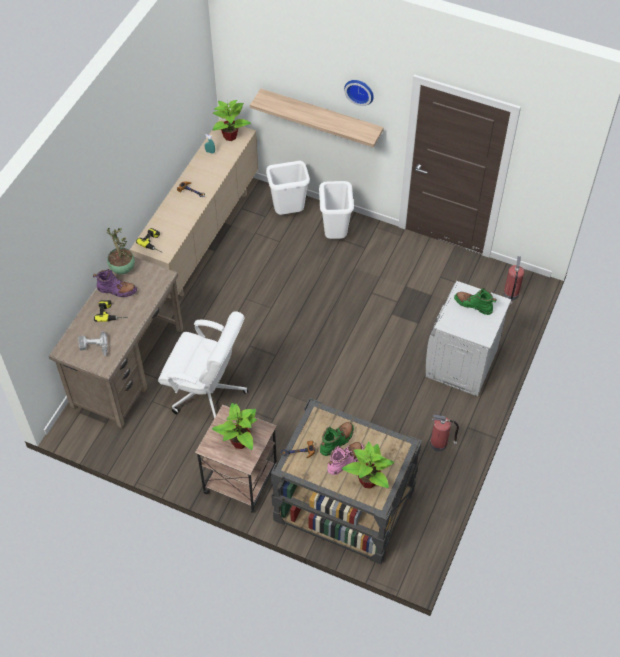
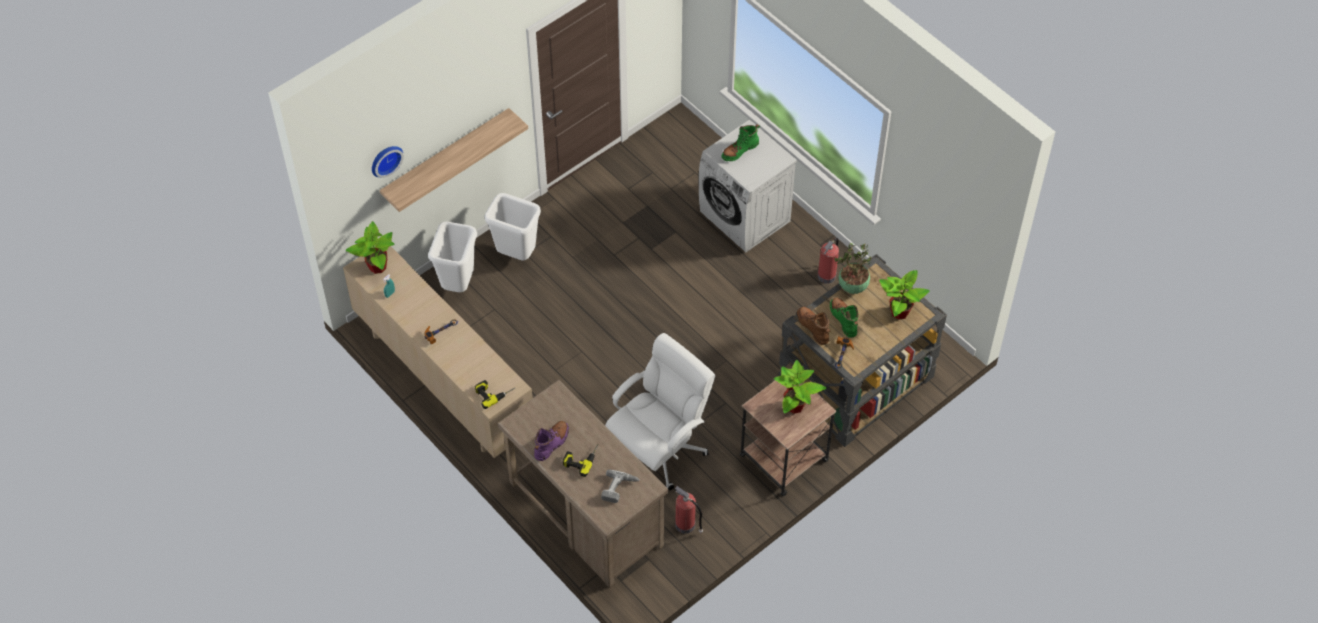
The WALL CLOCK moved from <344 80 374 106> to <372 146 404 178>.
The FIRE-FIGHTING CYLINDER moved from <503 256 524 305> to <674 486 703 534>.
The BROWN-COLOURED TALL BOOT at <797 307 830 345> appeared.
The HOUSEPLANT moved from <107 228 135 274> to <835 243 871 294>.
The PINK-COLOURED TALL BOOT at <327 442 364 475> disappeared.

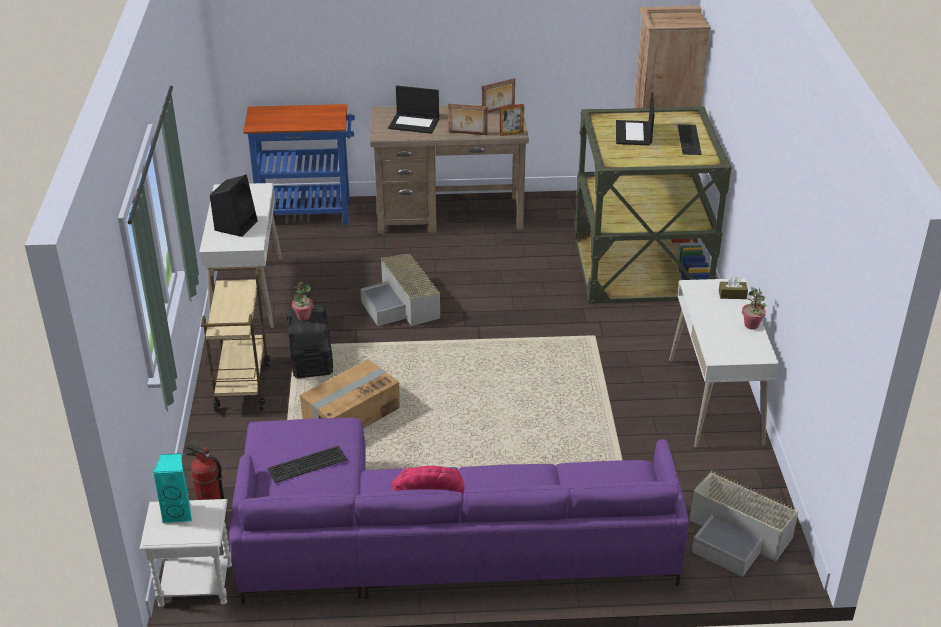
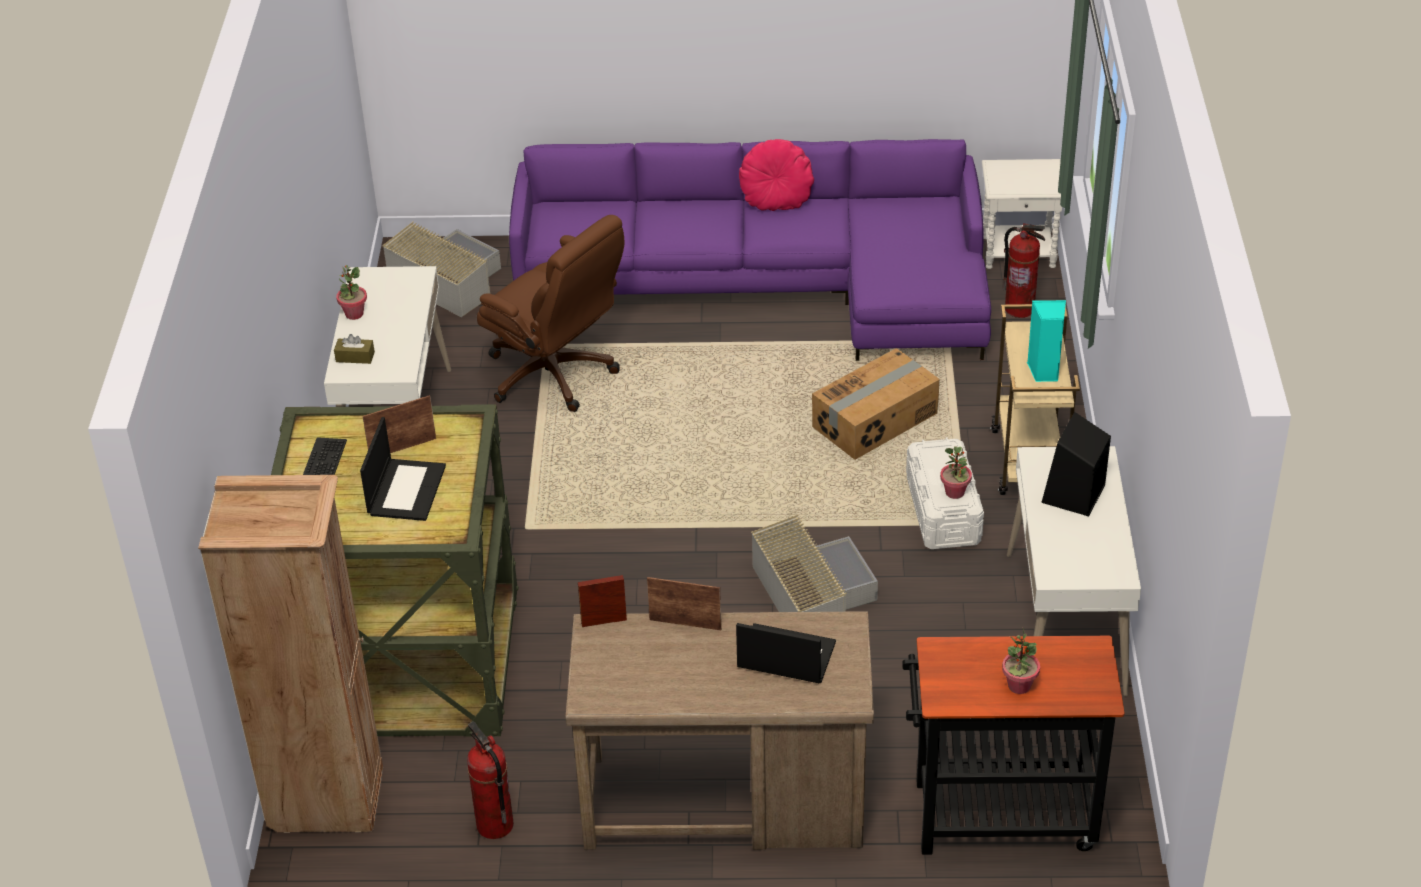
The PHOTO FRAME moved from <482 78 515 113> to <363 395 436 453>.
The FIRE-FIGHTING CYLINDER at <467 721 514 839> appeared.
The BROWN-COLOURED DESK CHAIR at <477 215 624 412> appeared.
The BLUE-COLOURED CART at <243 104 355 225> became the BLACK-COLOURED CART at <902 636 1125 855>.
The BLACK-COLOURED STORAGE CONTAINER at <286 304 333 378> became the WHITE STORAGE CONTAINER at <906 437 984 549>.
The HOUSEPLANT at <1002 628 1040 694> appeared.
The TURQUOISE-COLOURED LOUDSPEAKER moved from <153 453 192 523> to <1027 300 1066 382>.
The KEYBOARD at <267 446 347 483> disappeared.

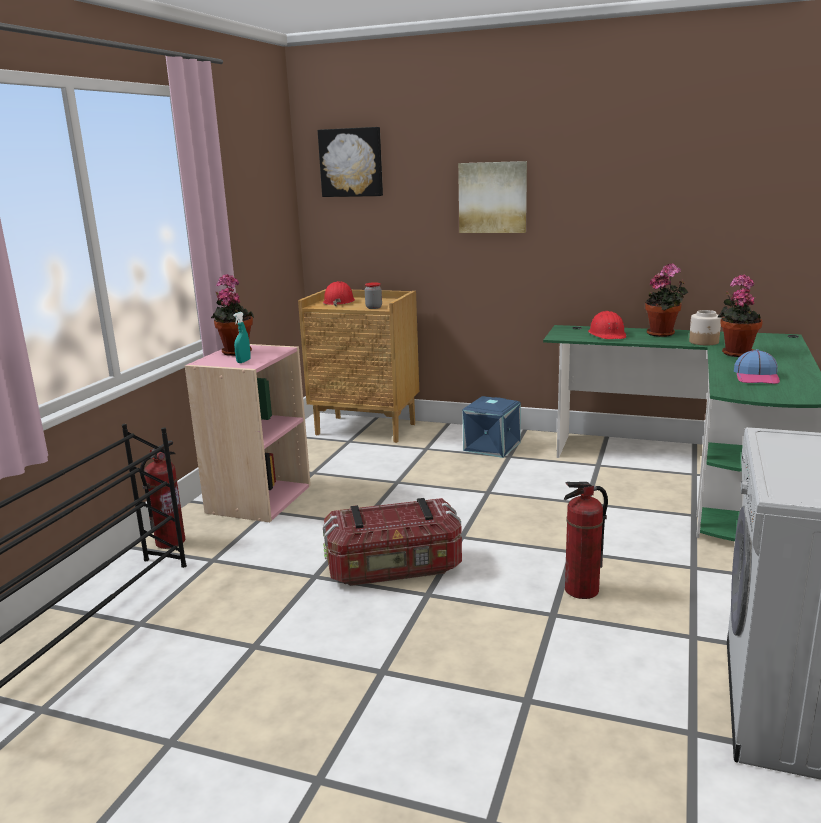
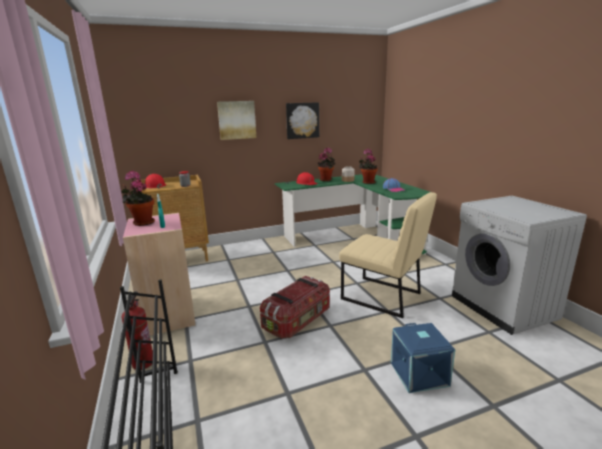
The WALL ART moved from <318 127 383 197> to <286 102 319 139>.
The FIRE-FIGHTING CYLINDER at <564 482 608 599> was replaced by the BEIGE-COLOURED PLAIN CHAIR at <339 192 437 318>.
The BLUE-COLOURED STORAGE CONTAINER moved from <462 396 521 458> to <391 323 455 393>.

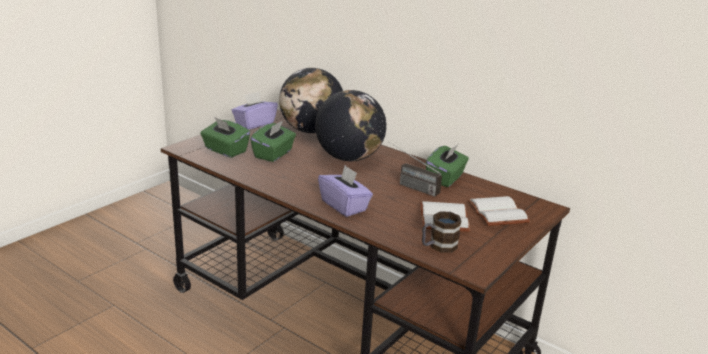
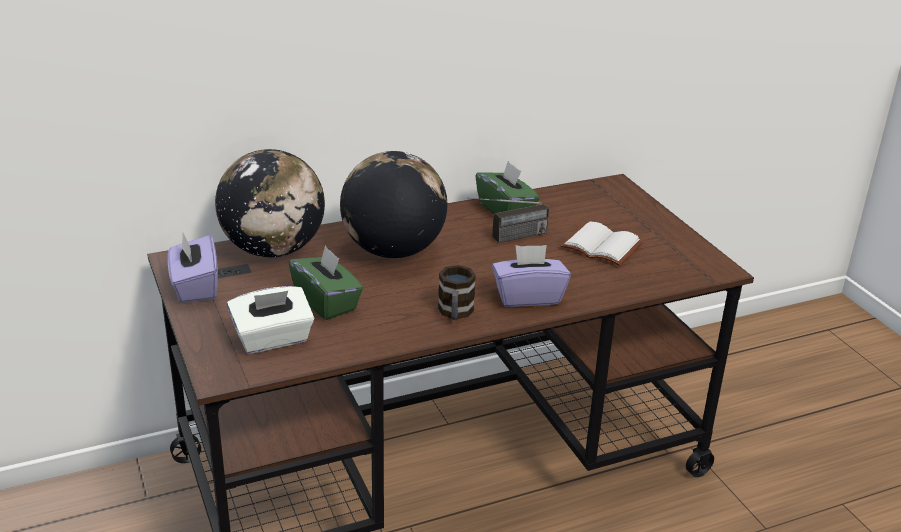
The GREEN-COLOURED BOX OF TISSUES at <200 117 250 158> became the WHITE BOX OF TISSUES at <227 286 314 354>.
The MUG moved from <422 212 462 253> to <438 265 476 320>.
The WHITE VOLUME at <468 196 530 226> disappeared.

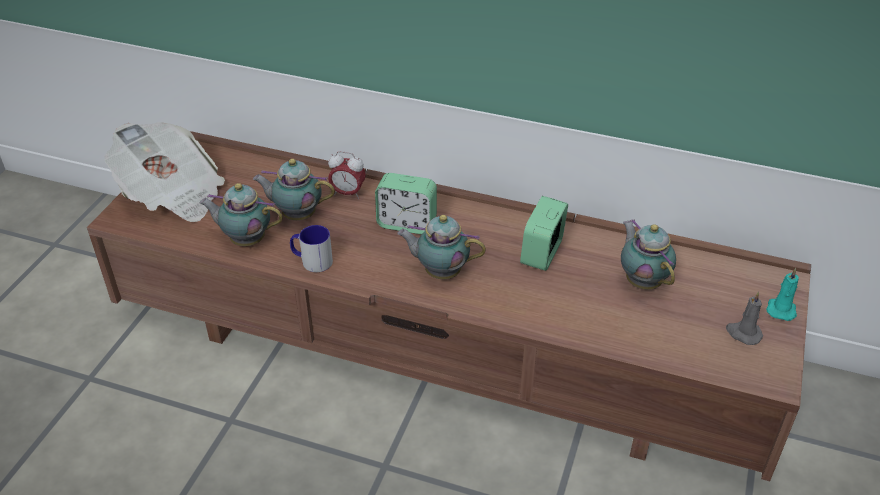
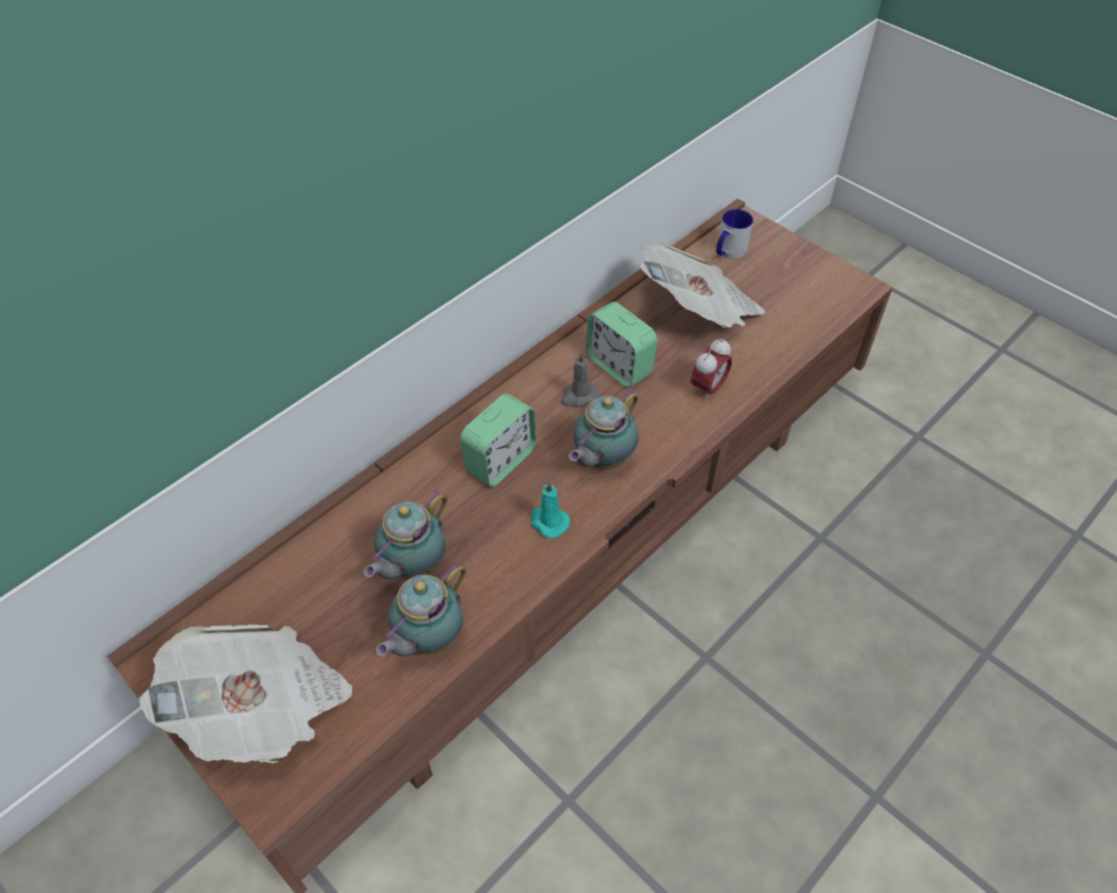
The TURQUOISE-COLOURED WAX CANDLE moved from <766 268 799 321> to <531 481 570 538>.
The GRAY WAX CANDLE moved from <726 292 763 345> to <561 352 598 408>.
The TEAPOT at <621 219 676 289> was replaced by the NEWSPAPER at <639 242 765 329>.
The BEDSIDE CLOCK moved from <328 151 366 199> to <691 338 732 402>.
The MUG moved from <290 225 333 272> to <716 209 753 259>.

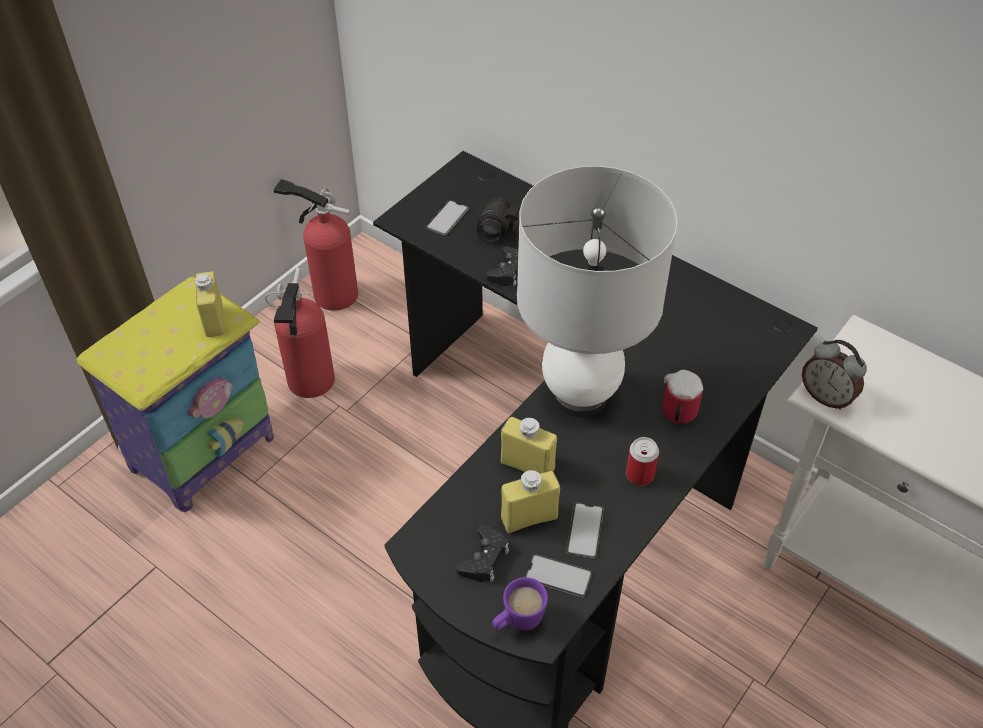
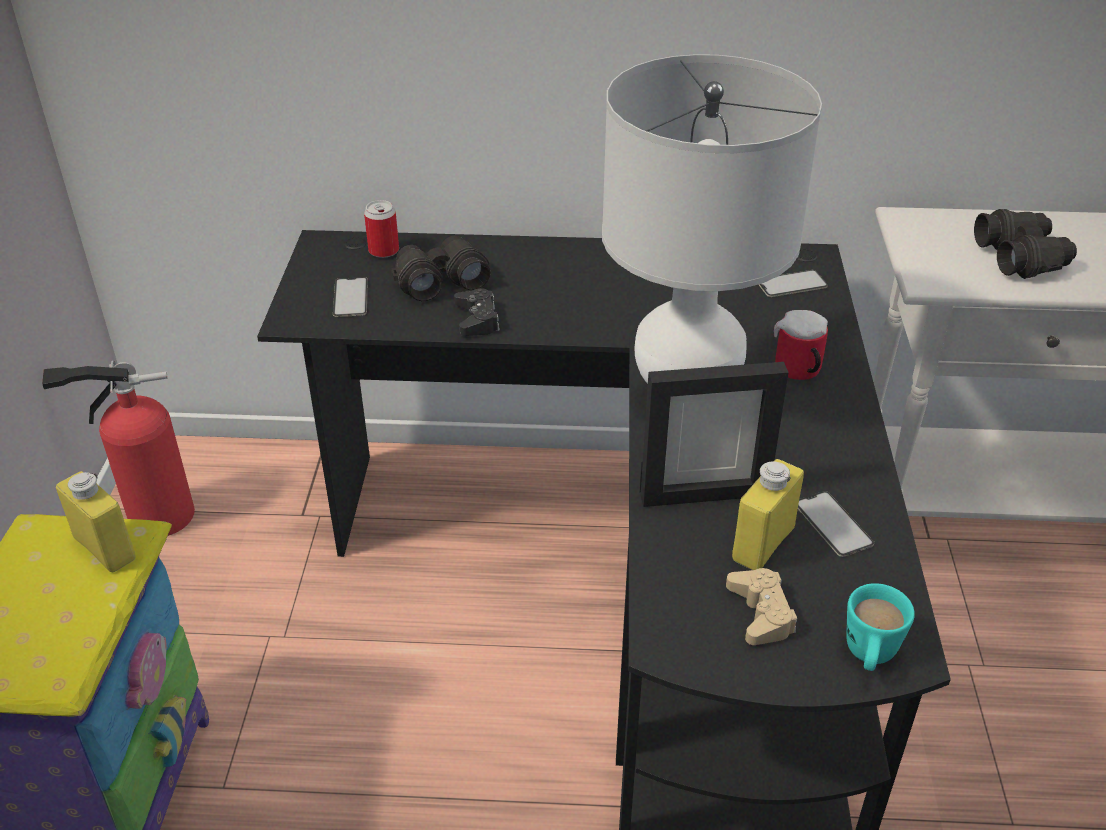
The SEALED CAN moved from <626 437 659 486> to <364 200 399 258>.
The YELLOW BEVERAGE BOTTLE at <501 416 557 474> was replaced by the PHOTO FRAME at <639 362 789 507>.
The BLACK-COLOURED GAME CONTROLLER at <456 525 509 582> became the BEIGE-COLOURED GAME CONTROLLER at <726 568 797 645>.
The HANDSET moved from <525 554 592 597> to <759 270 828 297>.
The PURPLE MUG at <492 577 548 631> became the TURQUOISE-COLOURED MUG at <846 583 915 671>.
The BLACK-COLOURED BINOCULARS at <974 209 1077 279> appeared.
The FIRE-FIGHTING CYLINDER at <265 268 335 398> disappeared.
The BEDSIDE CLOCK at <802 340 867 410> disappeared.

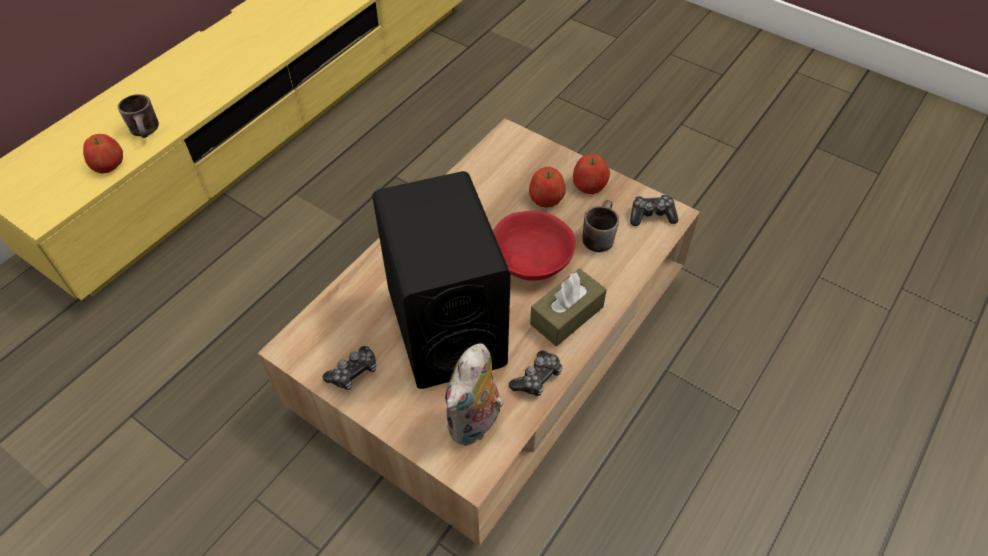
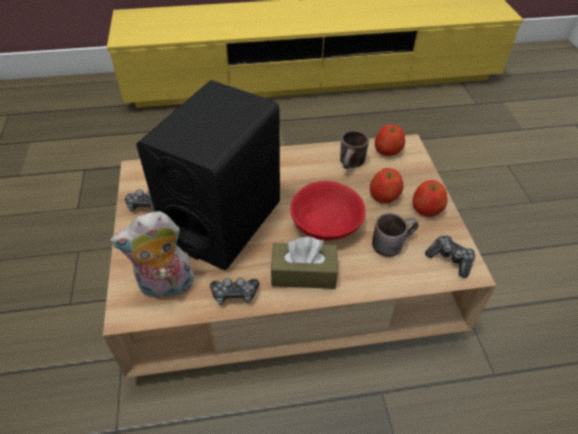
The BROWN-COLOURED MUG moved from <118 94 159 138> to <340 131 369 169>.
The APPLE moved from <83 134 123 174> to <375 124 405 156>.

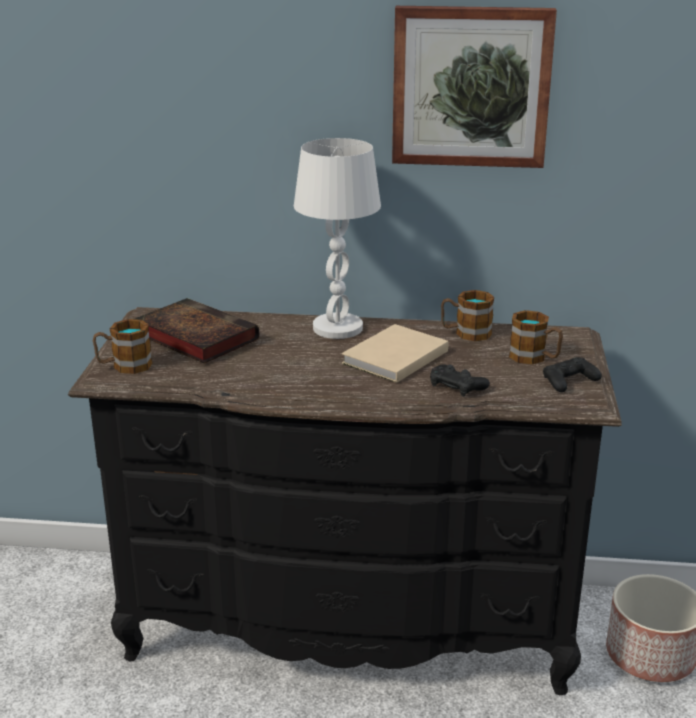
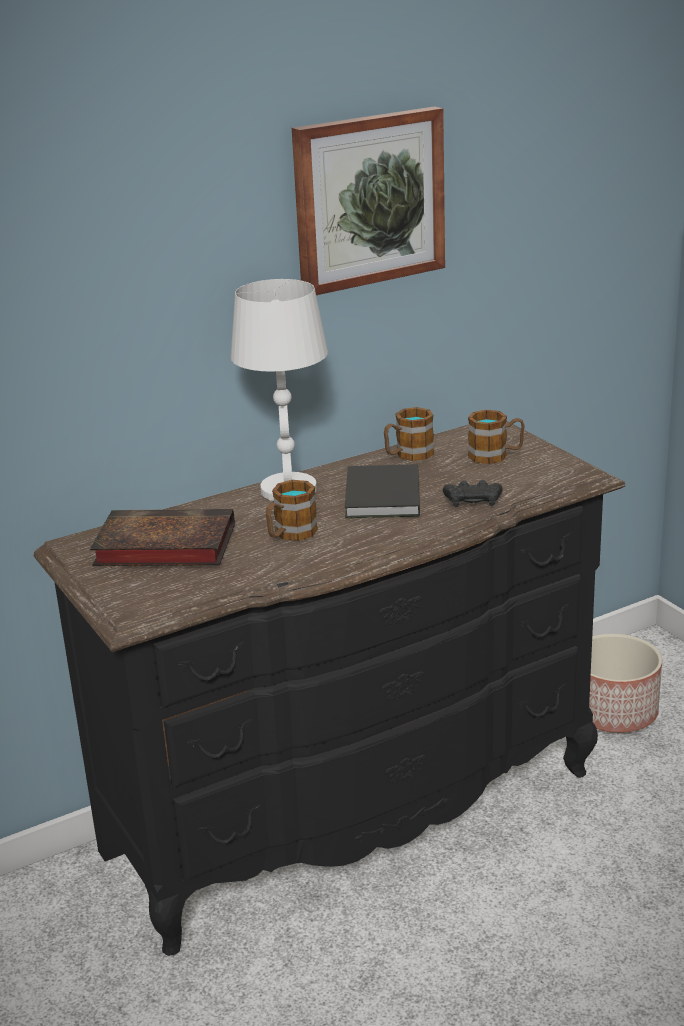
The MUG moved from <93 319 152 374> to <266 480 318 541>.
The BEIGE-COLOURED VOLUME at <342 324 448 383> became the BLACK-COLOURED VOLUME at <345 464 420 518>.
The BLACK-COLOURED GAME CONTROLLER at <543 357 602 392> disappeared.

